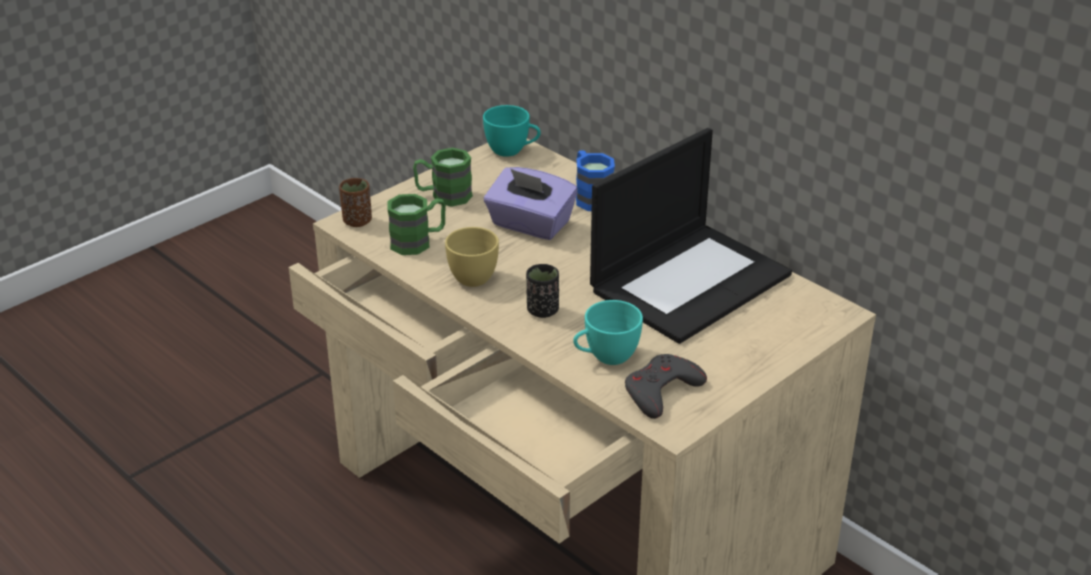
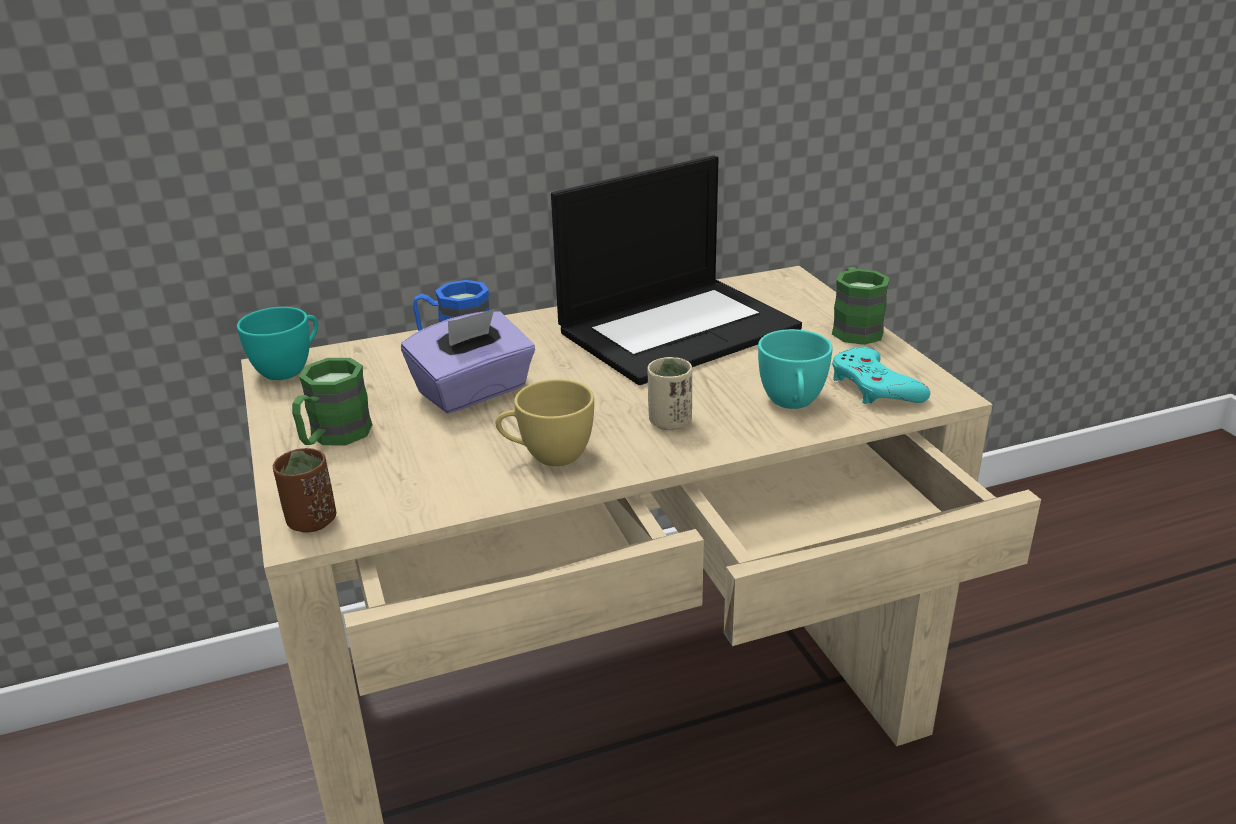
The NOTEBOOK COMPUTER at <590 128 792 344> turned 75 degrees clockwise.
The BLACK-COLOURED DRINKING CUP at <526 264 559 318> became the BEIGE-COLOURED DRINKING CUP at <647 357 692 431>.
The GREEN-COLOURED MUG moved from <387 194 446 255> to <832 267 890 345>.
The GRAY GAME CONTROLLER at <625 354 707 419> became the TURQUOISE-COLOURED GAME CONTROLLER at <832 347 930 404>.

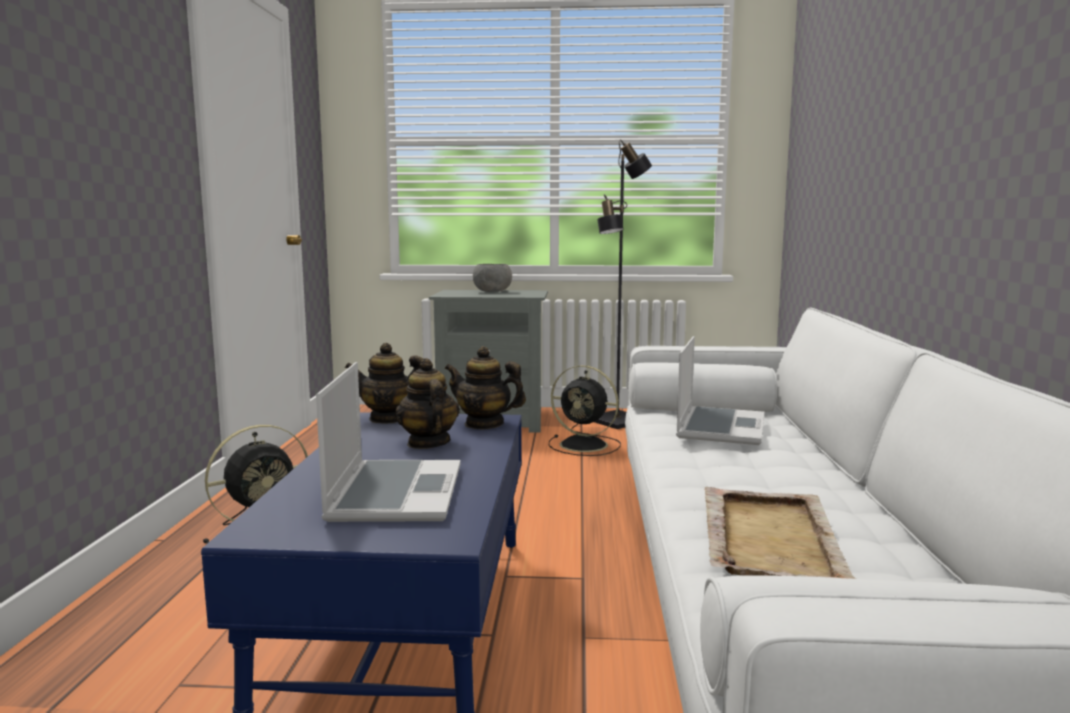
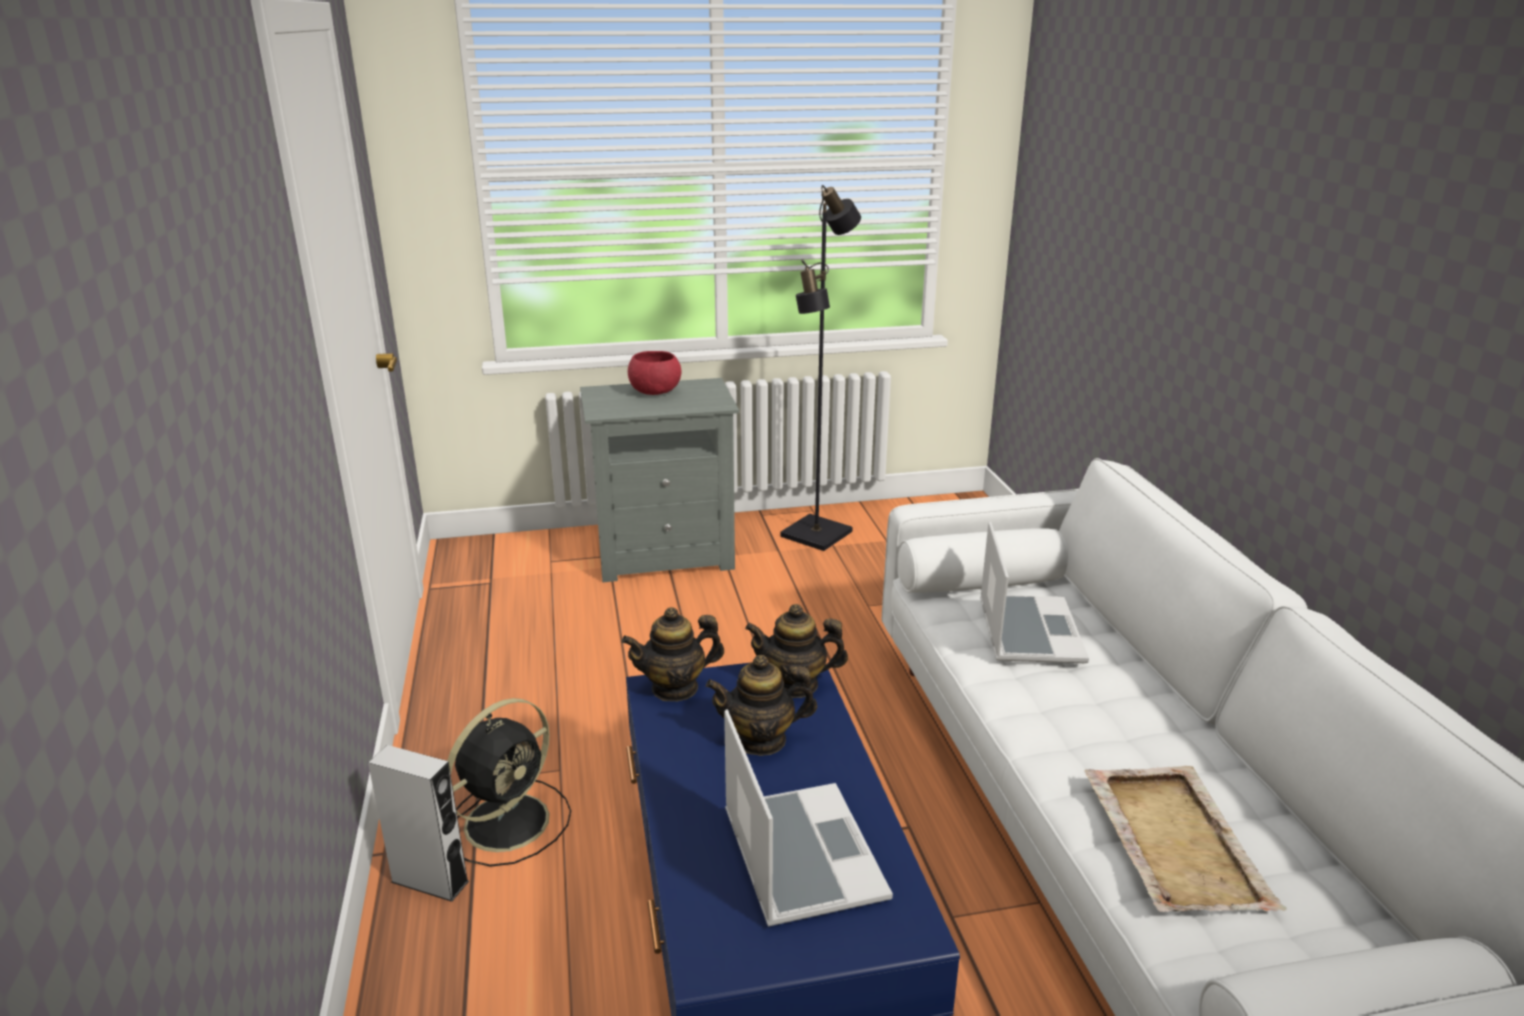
The GRAY LOUDSPEAKER at <368 745 469 902> appeared.
The GRAY SERVING BOWL at <473 264 512 292> became the REDDISH SERVING BOWL at <628 351 682 395>.
The TEAPOT at <395 358 460 449> turned 60 degrees counterclockwise.
The BLACK-COLOURED FAN at <549 365 621 456> disappeared.

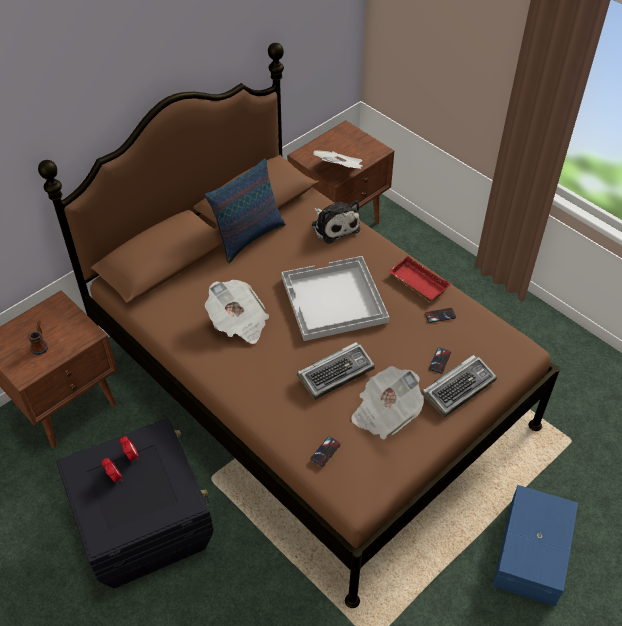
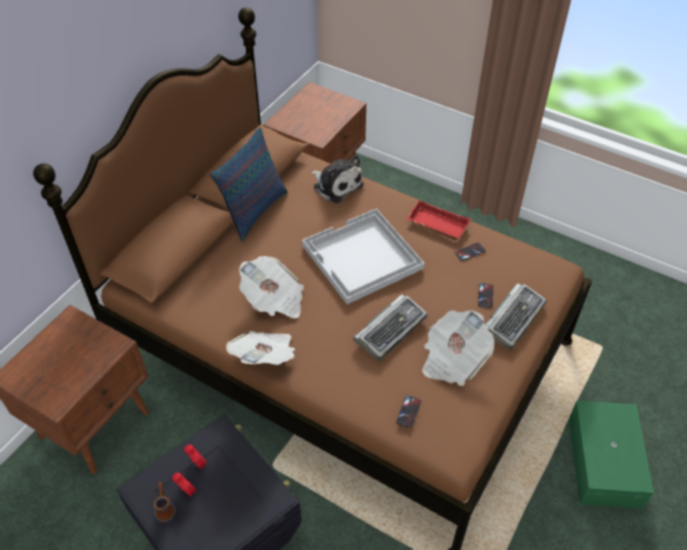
The MUG moved from <28 320 48 355> to <153 482 176 523>.
The NEWSPAPER moved from <313 151 363 169> to <226 331 295 365>.
The BLUE-COLOURED STORAGE CONTAINER at <493 485 578 606> became the GREEN-COLOURED STORAGE CONTAINER at <569 400 654 509>.

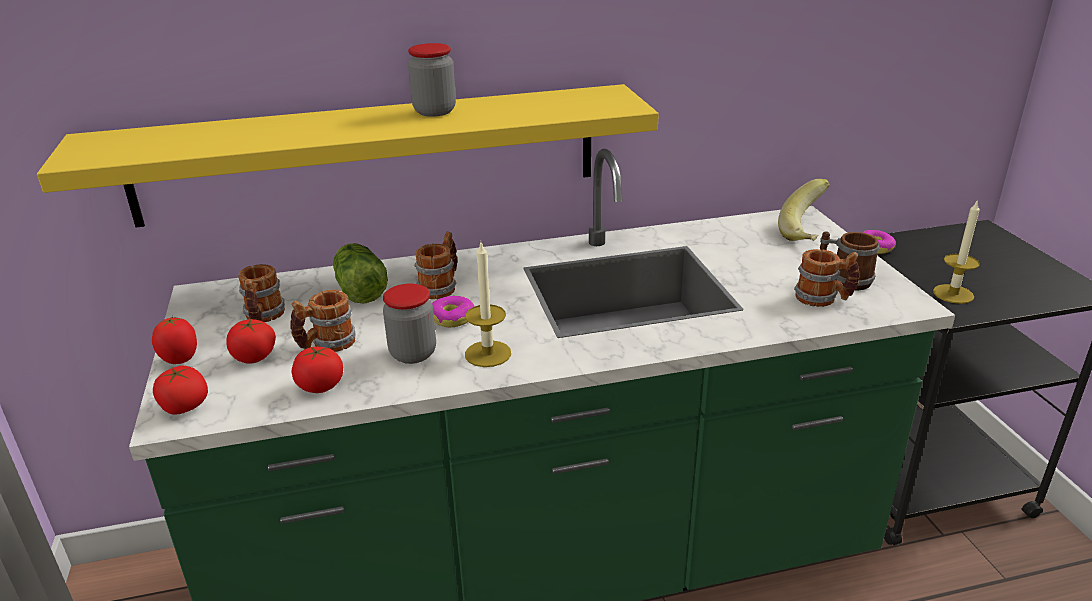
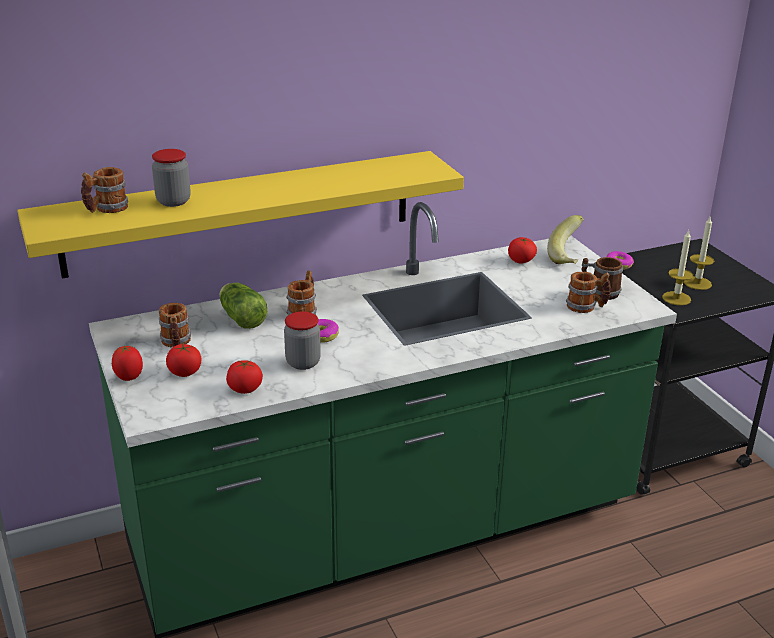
The MUG moved from <290 289 355 352> to <81 167 128 213>.
The STORAGE JAR moved from <408 43 456 117> to <152 149 191 207>.
The FRESH TOMATO moved from <153 366 208 415> to <508 237 537 264>.
The WAX CANDLE moved from <465 243 511 367> to <684 217 714 290>.

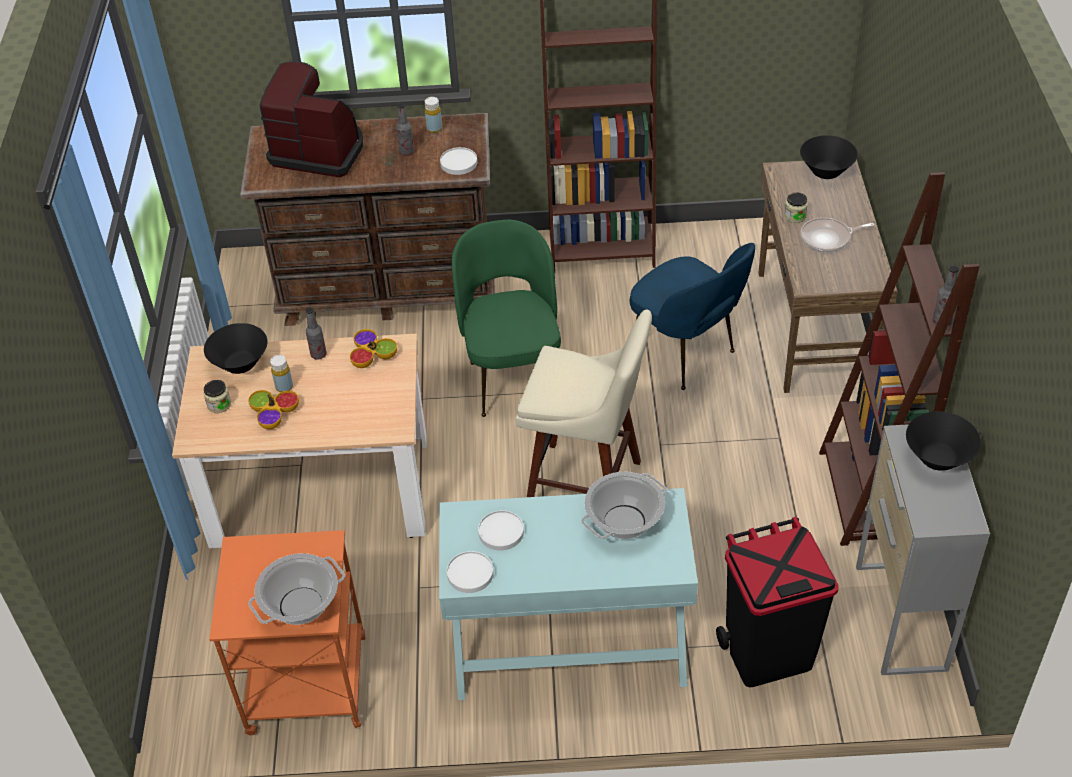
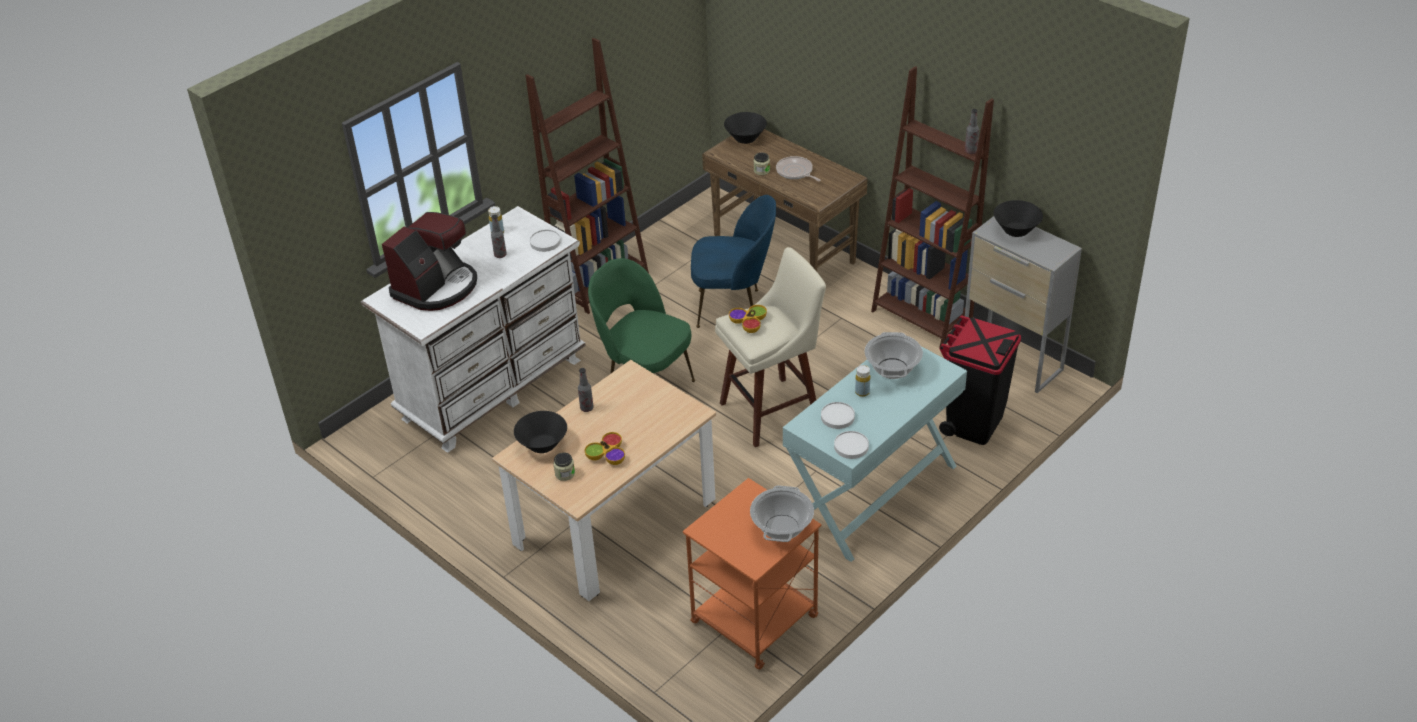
The BROWN-COLOURED CHEST OF DRAWERS at <240 113 495 326> became the WHITE CHEST OF DRAWERS at <360 206 585 453>.
The COFFEE MAKER at <260 61 363 177> turned 150 degrees clockwise.
The SERVING BOWL moved from <350 329 397 368> to <729 305 767 333>.
The FRYING PAN at <801 217 874 252> turned 105 degrees clockwise.
The YELLOW BEVERAGE BOTTLE moved from <270 355 293 392> to <855 365 870 397>.

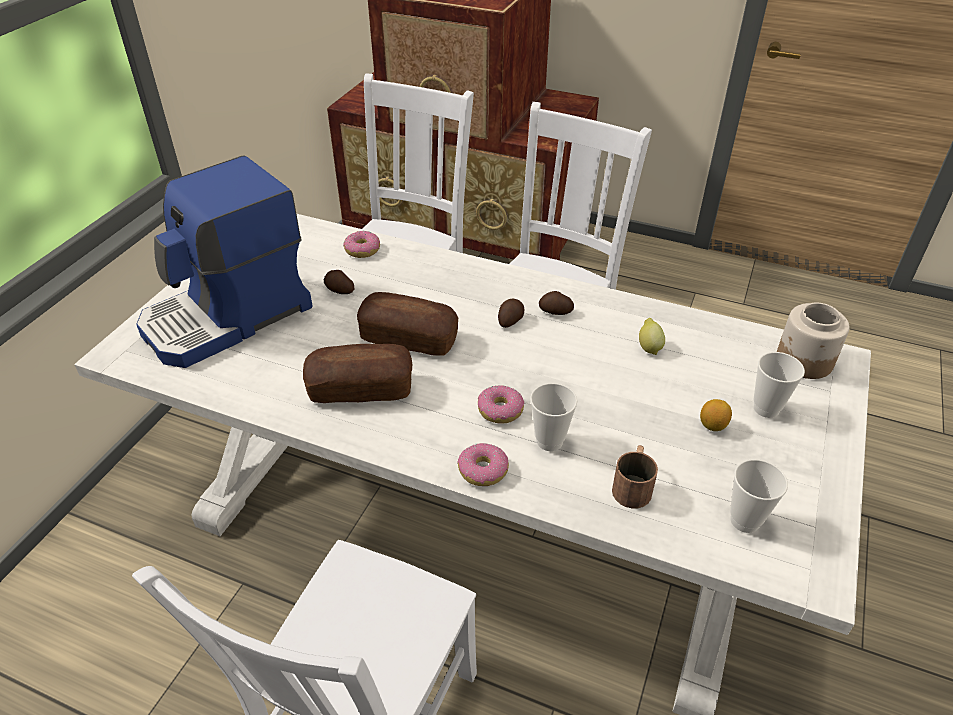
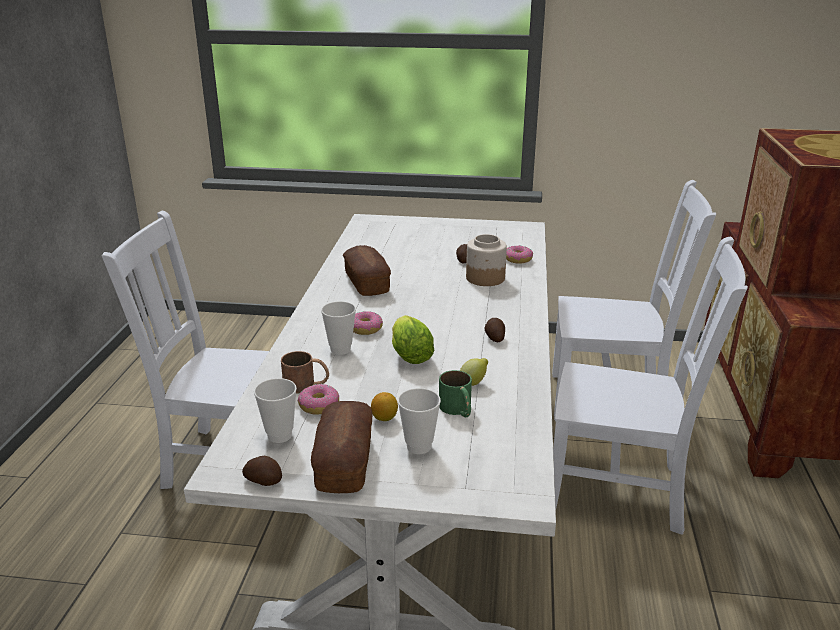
The WHOLE POTATO moved from <498 299 524 328> to <242 456 282 486>.
The DOUGHNUT moved from <457 443 509 486> to <298 384 339 415>.
The BREAD moved from <357 292 458 356> to <311 401 373 493>.
The LETTUCE at <392 315 434 364> appeared.
The GREEN-COLOURED MUG at <439 370 472 417> appeared.
The STORAGE JAR moved from <777 303 850 379> to <466 234 507 286>.
The COFFEE MAKER at <136 156 313 368> disappeared.

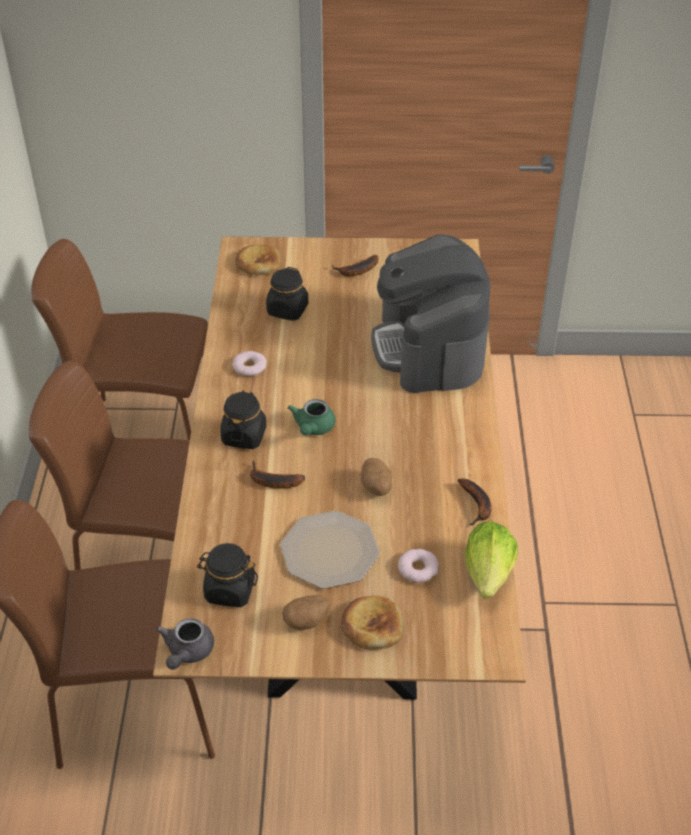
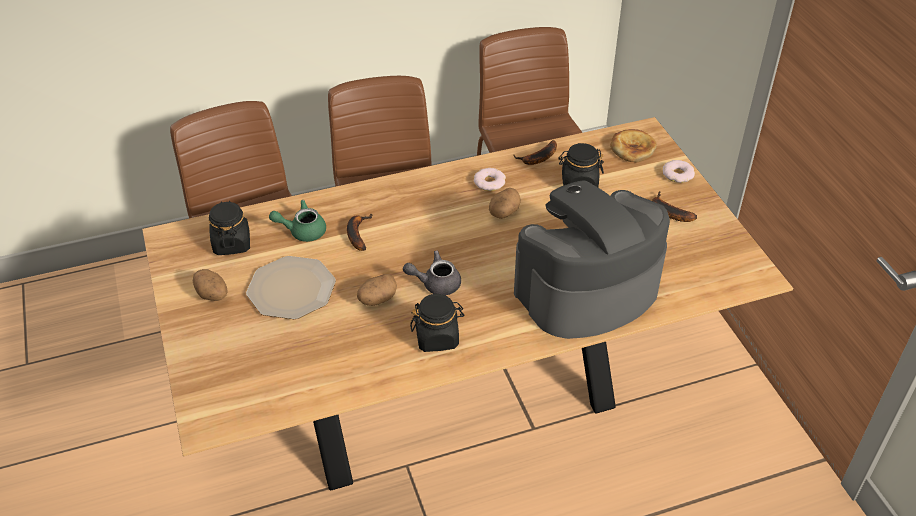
The GREEN-COLOURED TEAPOT moved from <288 399 336 436> to <269 200 326 242>.
The GRAY TEAPOT moved from <156 618 214 670> to <403 251 461 295>.
The BLACK-COLOURED STORAGE JAR moved from <220 391 266 449> to <410 294 464 352>.
The WHOLE POTATO at <489 188 521 219> appeared.
The BANANA moved from <458 478 491 526> to <513 140 557 165>.
The DOUGHNUT moved from <398 549 439 583> to <663 160 695 183>.
The BREAD at <341 596 403 650> disappeared.
The LETTUCE at <465 521 518 599> disappeared.

